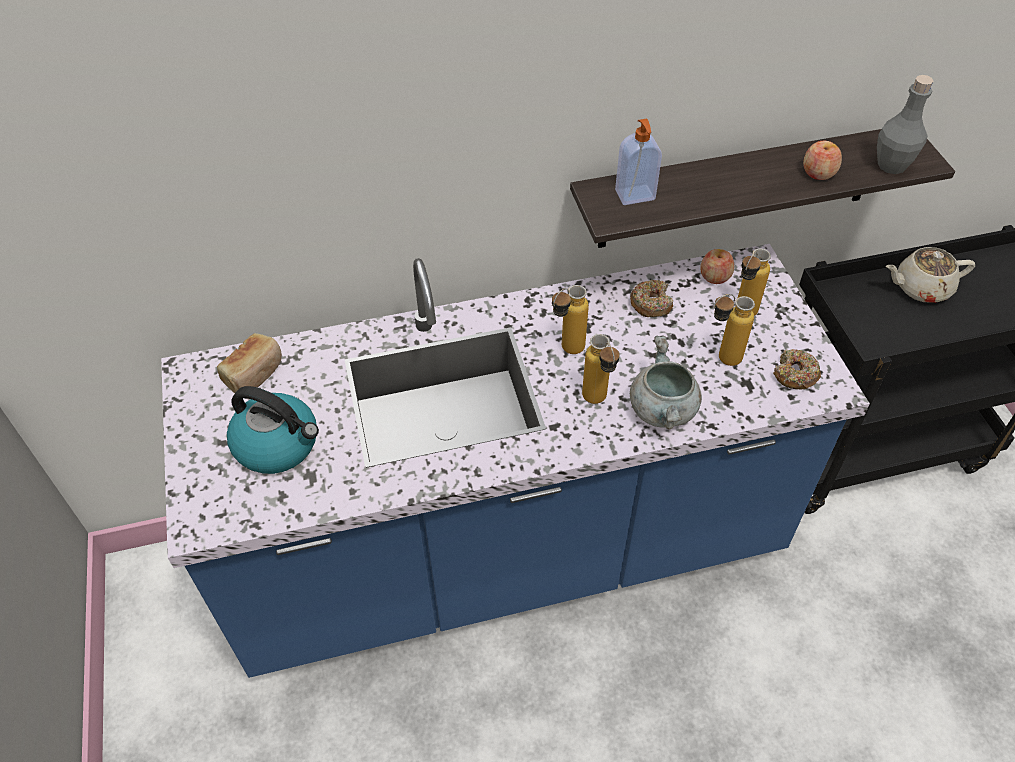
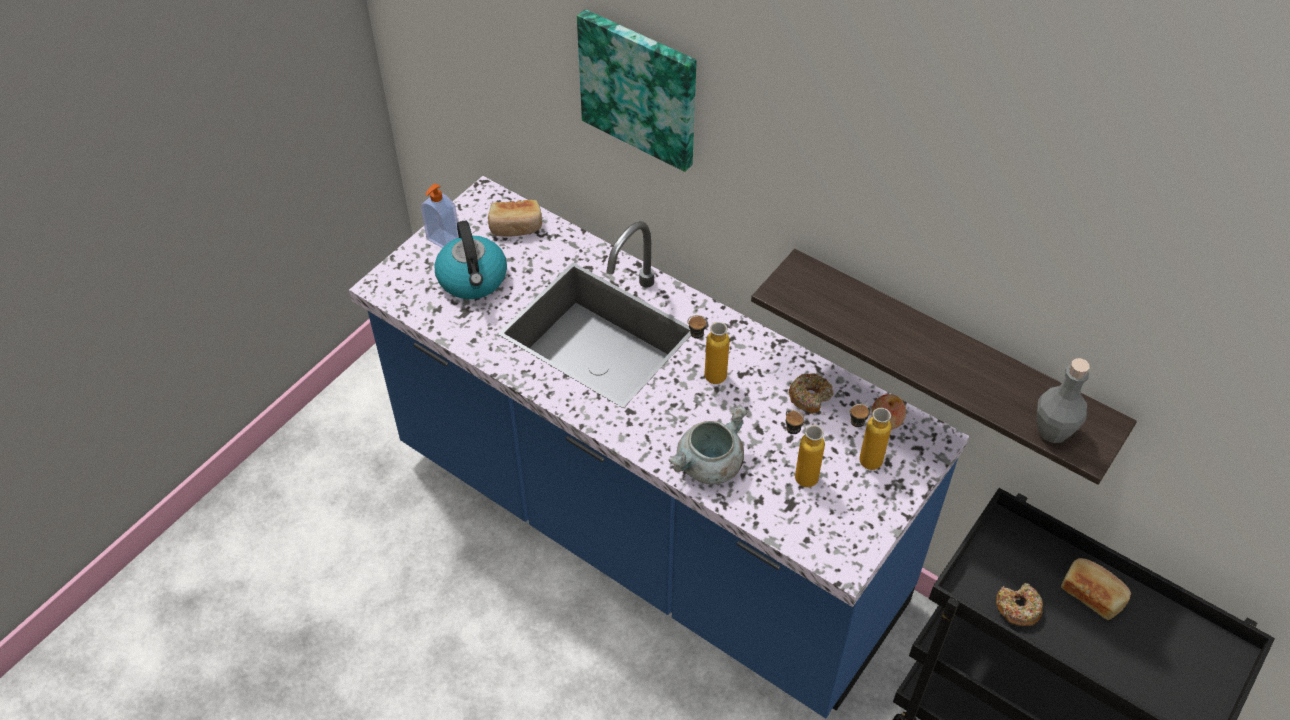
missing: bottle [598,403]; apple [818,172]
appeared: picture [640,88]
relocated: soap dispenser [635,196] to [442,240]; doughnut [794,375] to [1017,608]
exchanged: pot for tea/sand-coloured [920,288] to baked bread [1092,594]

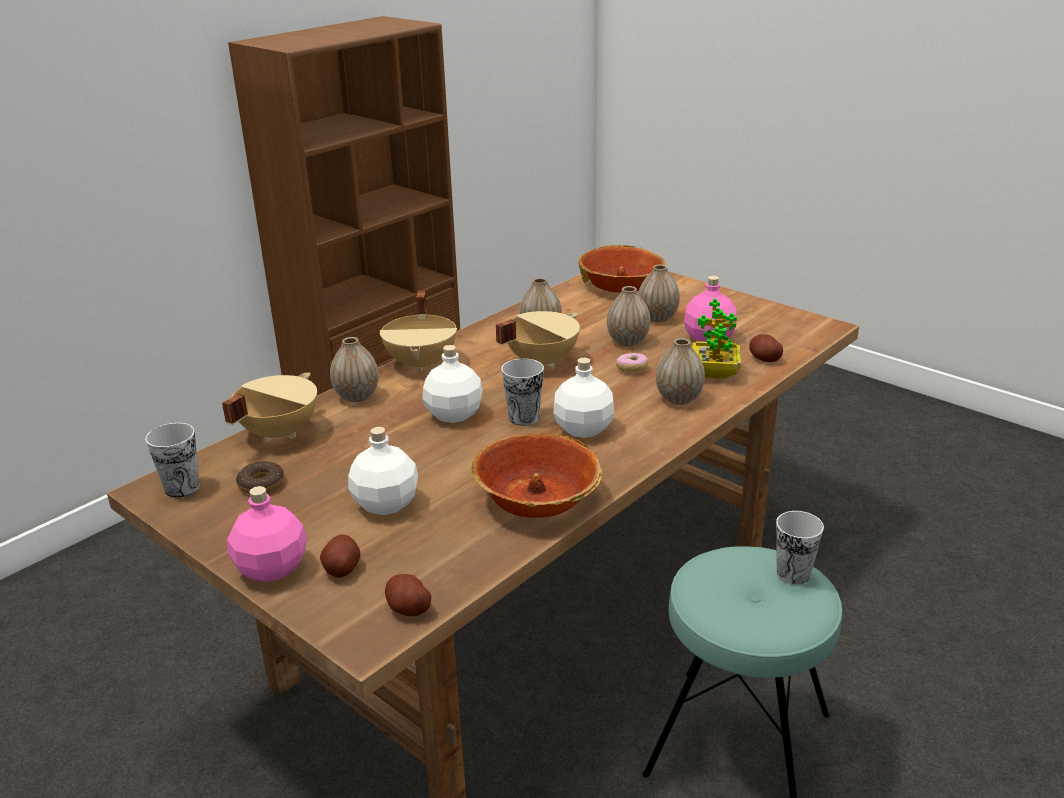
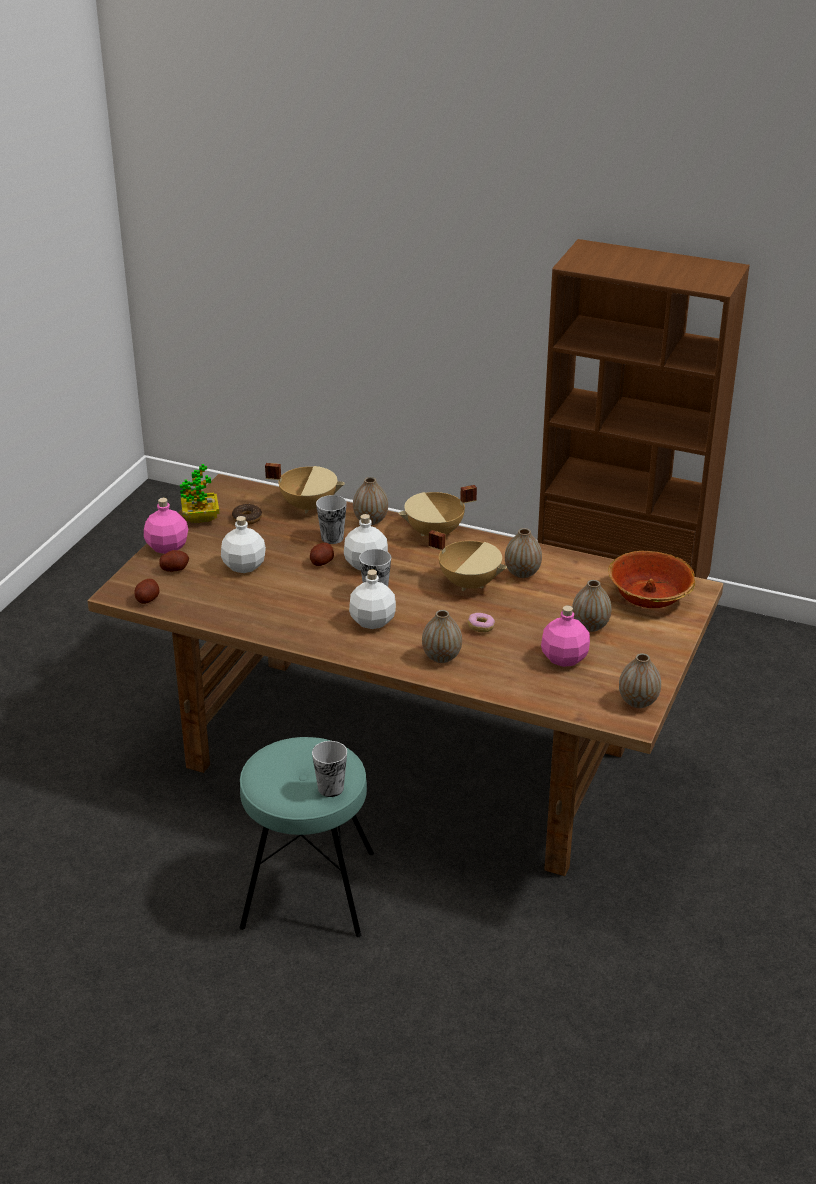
missing: serving bowl [537,499]
relocated: plant in a pot [714,373] to [201,518]; whole potato [764,359] to [321,562]; small cup [182,487] to [332,538]; vase [627,341] to [638,701]

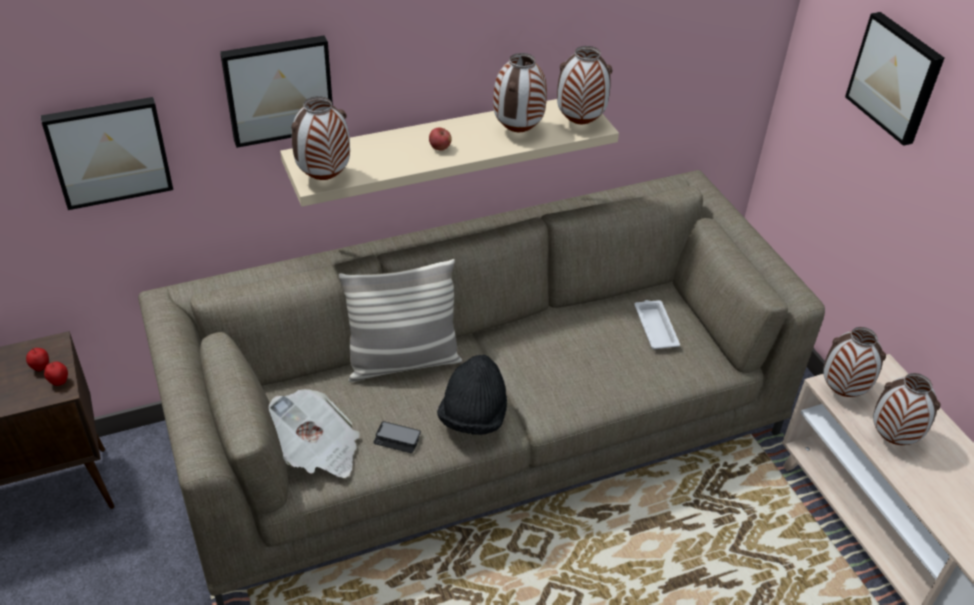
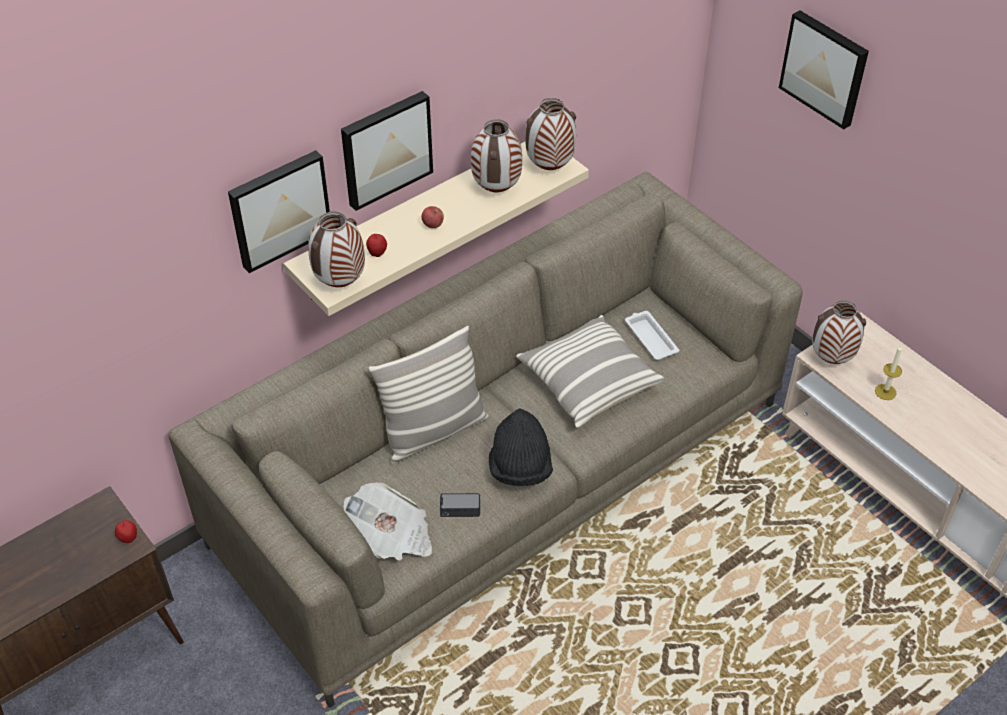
appeared: throw pillow [588,382]
relocated: picture [109,151] to [385,148]; apple [41,368] to [377,254]
exchanged: vase [893,438] to wax candle [885,392]

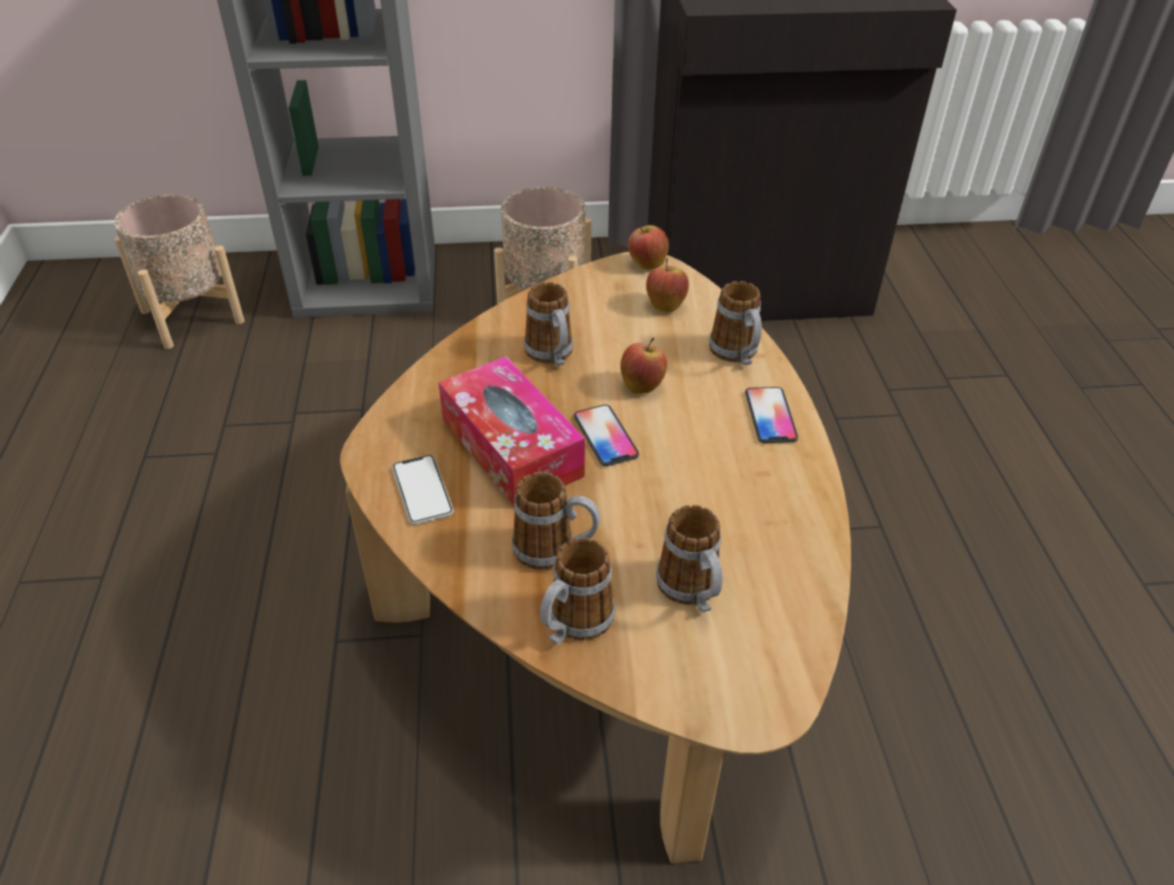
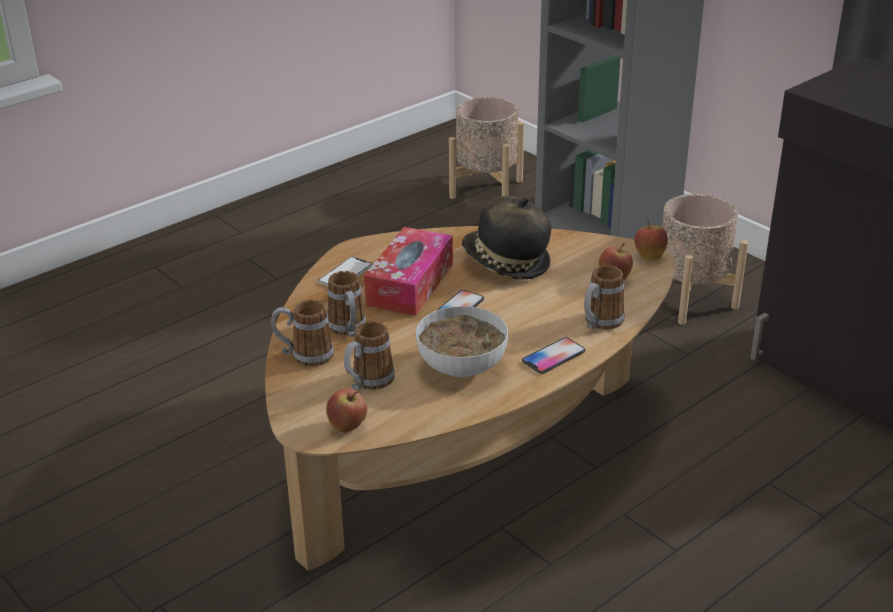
appeared: serving bowl [463,366]
relocated: apple [642,386] to [348,427]
exchanged: mug [552,356] to hat [505,263]

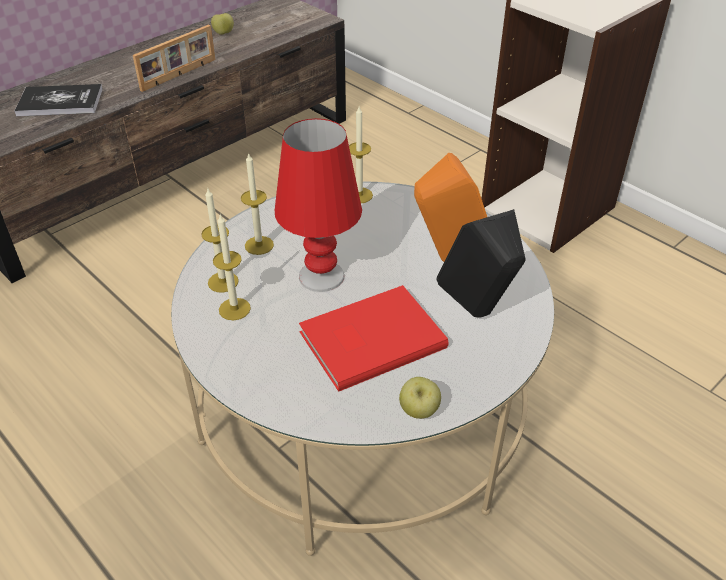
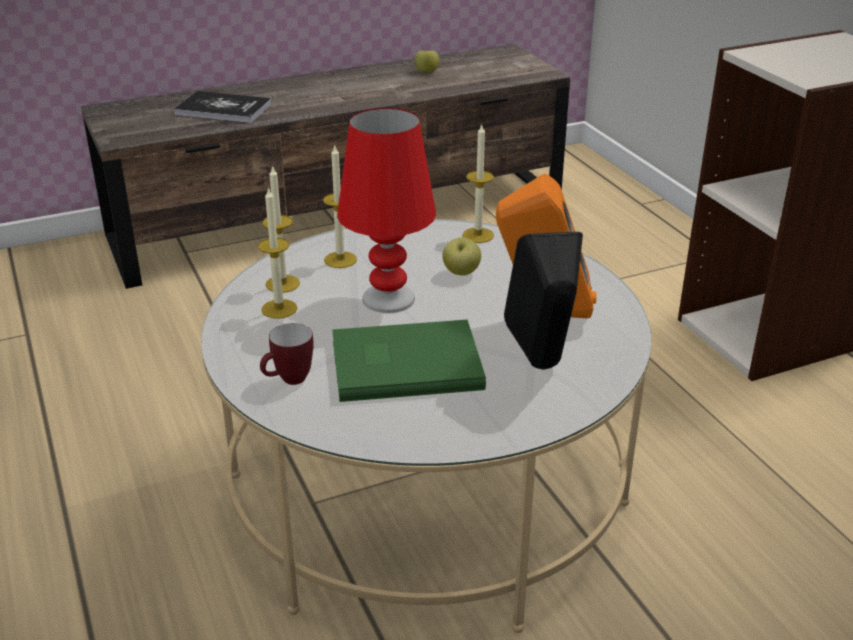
missing: photo frame [179,75]
appeared: mug [289,381]
relocated: apple [419,411] to [461,273]
colour: book/reddish [369,338] to book/green-coloured [403,363]

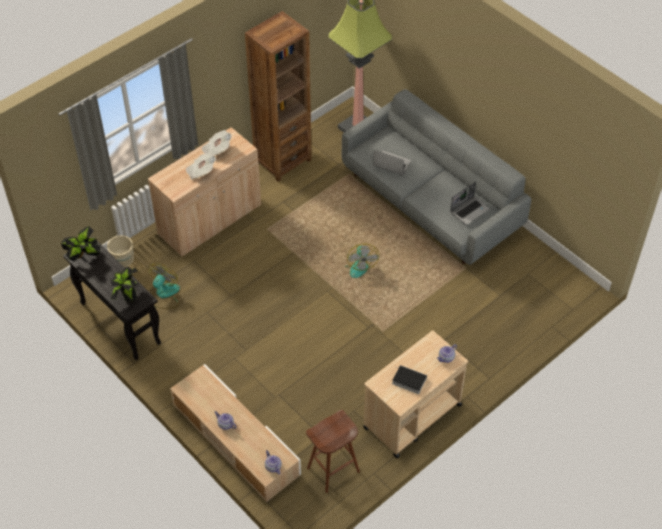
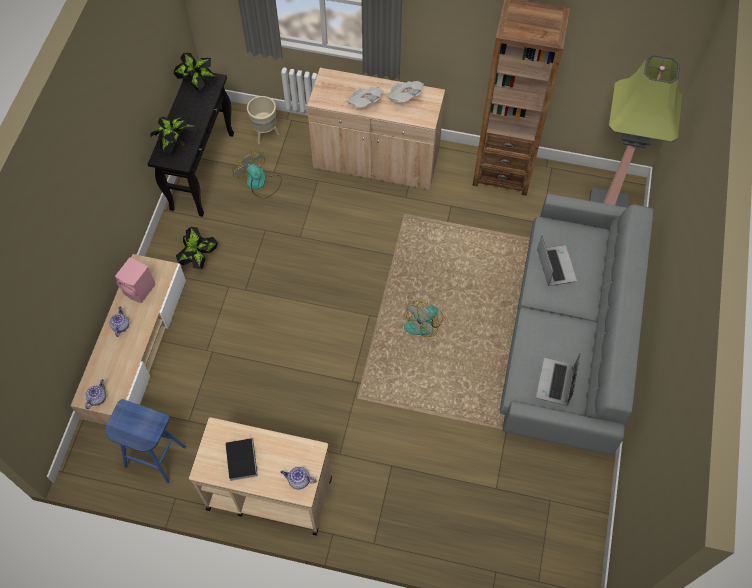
appeared: speaker/pink [140,290]; plant in a pot [199,259]
colour: stool seat/brown-coloured [333,470] to stool seat/blue [154,457]
spun: electric fan [164,294] = [260,183] 120 degrees counterclockwise; portable computer [469,210] = [556,383] 90 degrees clockwise

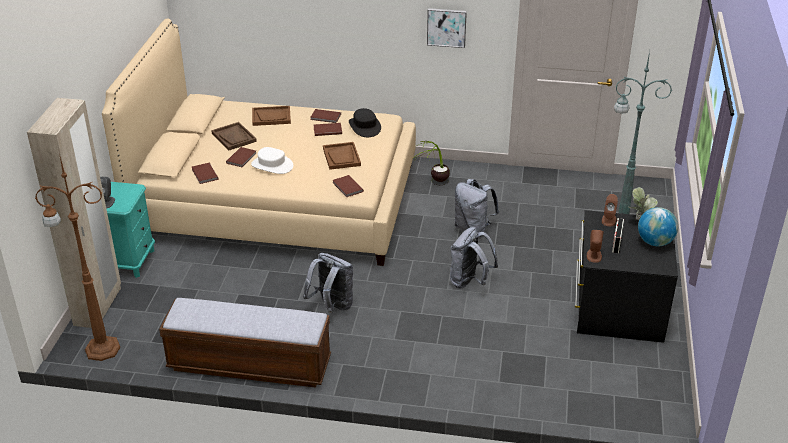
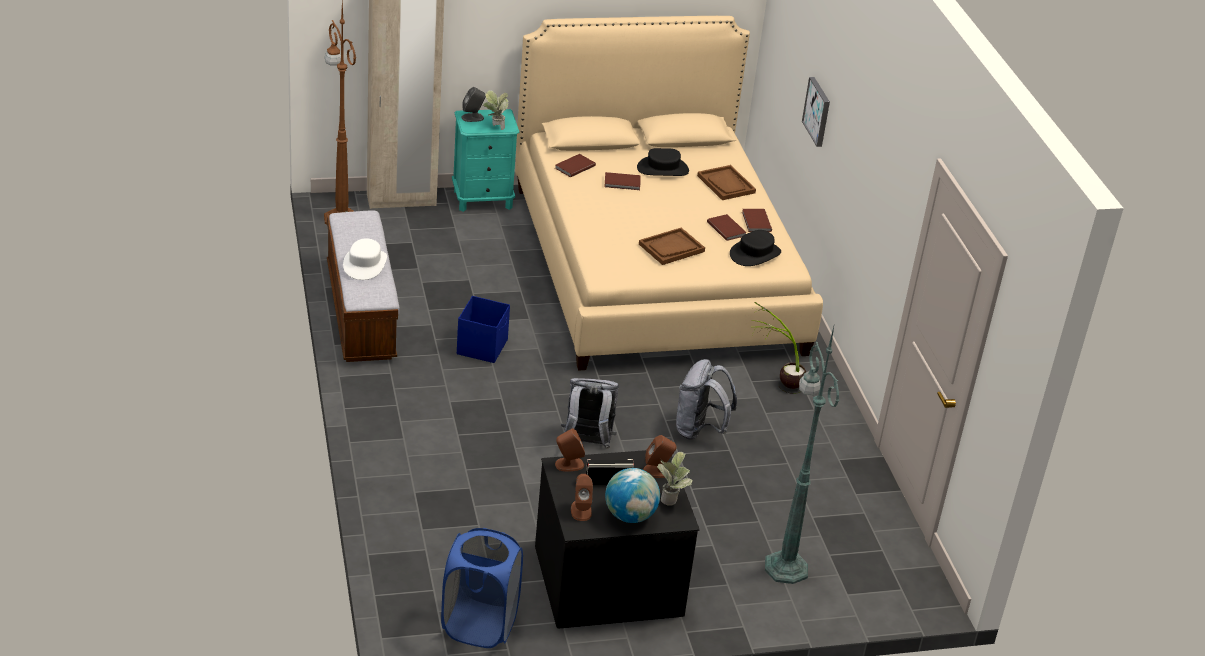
missing: book/brown-coloured [347,187]
appeared: washing basket/blue [479,625]; plant in a pot [495,127]; speaker/brown-coloured [581,510]
relocated: hat/white [272,165] to [365,264]; picture [446,27] to [818,111]
exchanged: backpack/greyish [332,306] to storage box/blue [482,347]; carrying tray/brown-coloured [234,137] to hat/blackish [662,169]

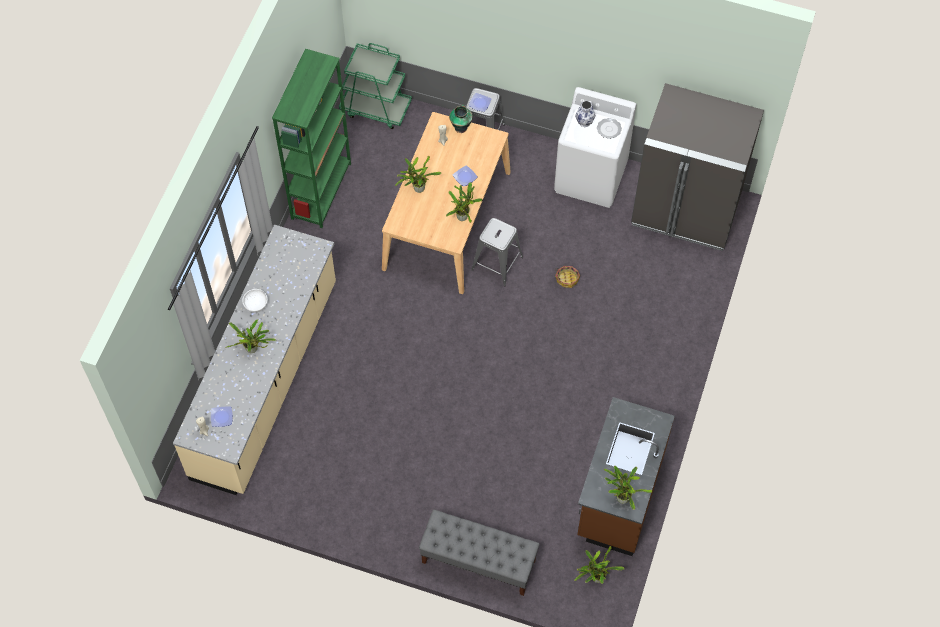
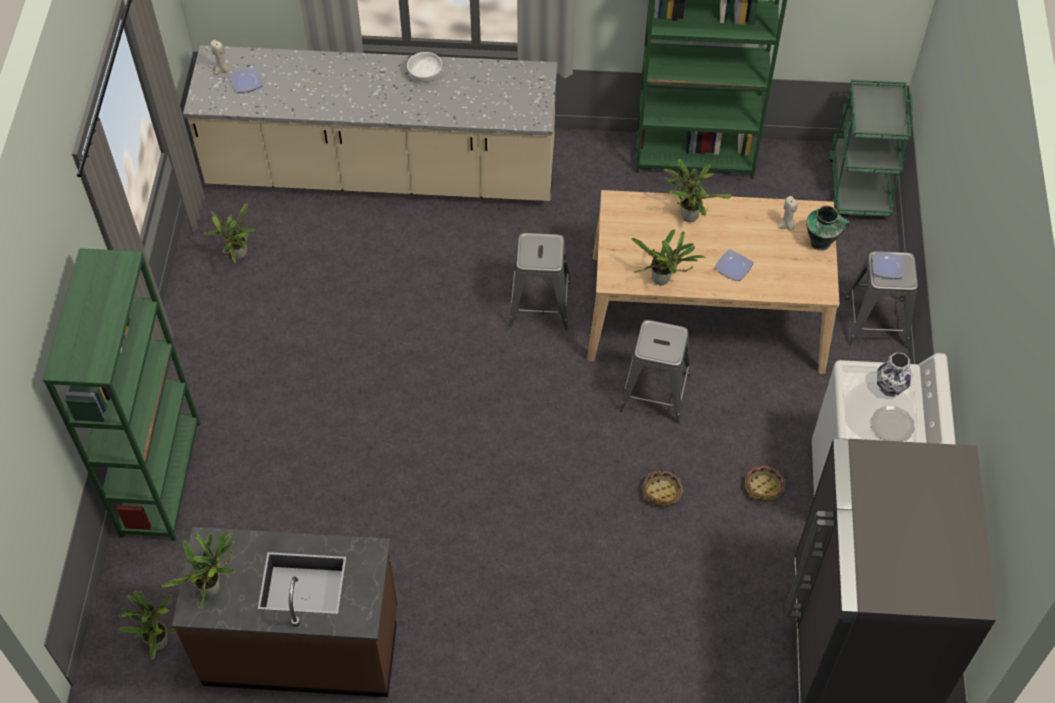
appeared: stool seat/greyish [540,304]; basket [763,487]
relocated: plant in a pot [253,349] to [238,256]
exchanged: indoor bench/greyish [478,561] to shelving unit/green-coloured [161,478]

